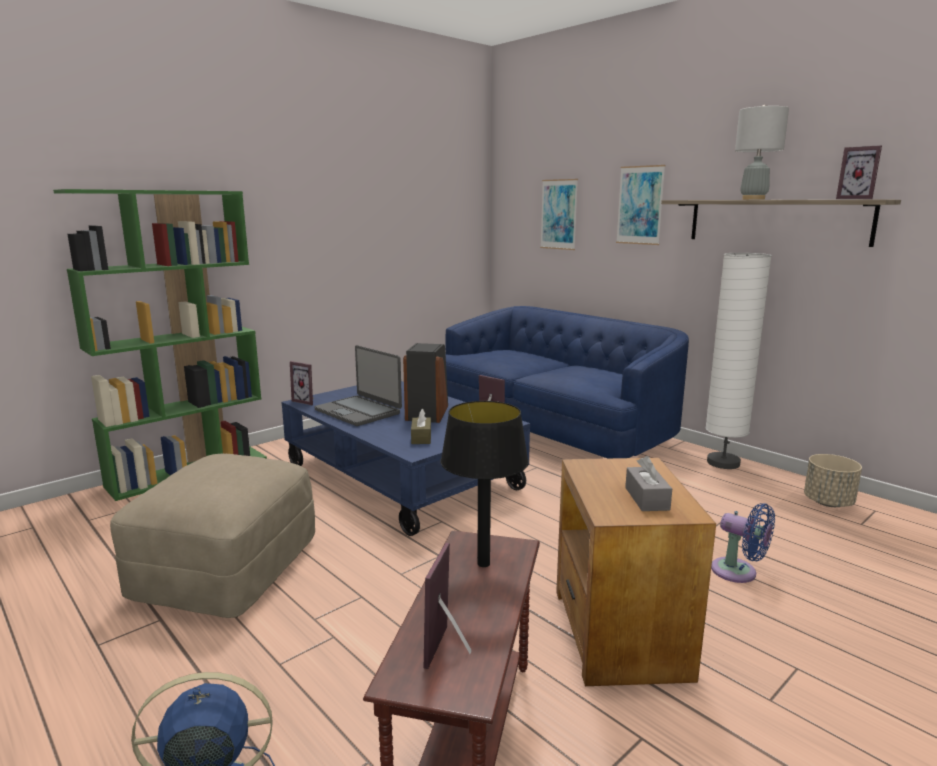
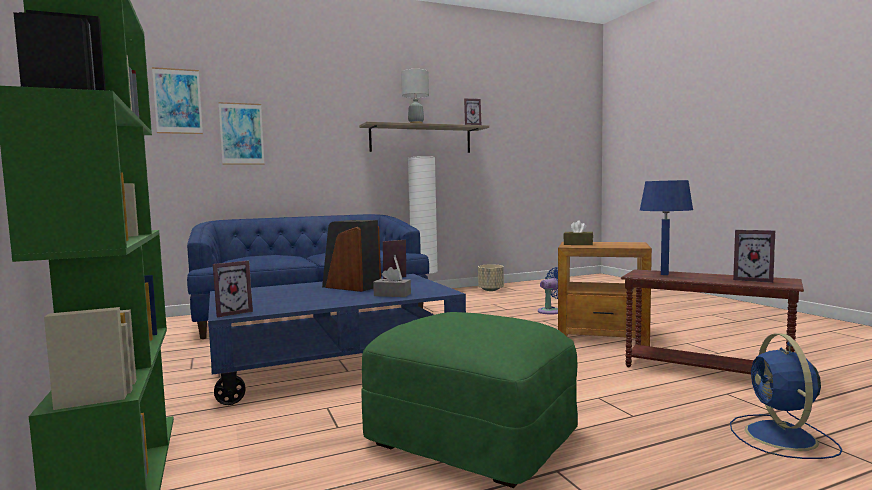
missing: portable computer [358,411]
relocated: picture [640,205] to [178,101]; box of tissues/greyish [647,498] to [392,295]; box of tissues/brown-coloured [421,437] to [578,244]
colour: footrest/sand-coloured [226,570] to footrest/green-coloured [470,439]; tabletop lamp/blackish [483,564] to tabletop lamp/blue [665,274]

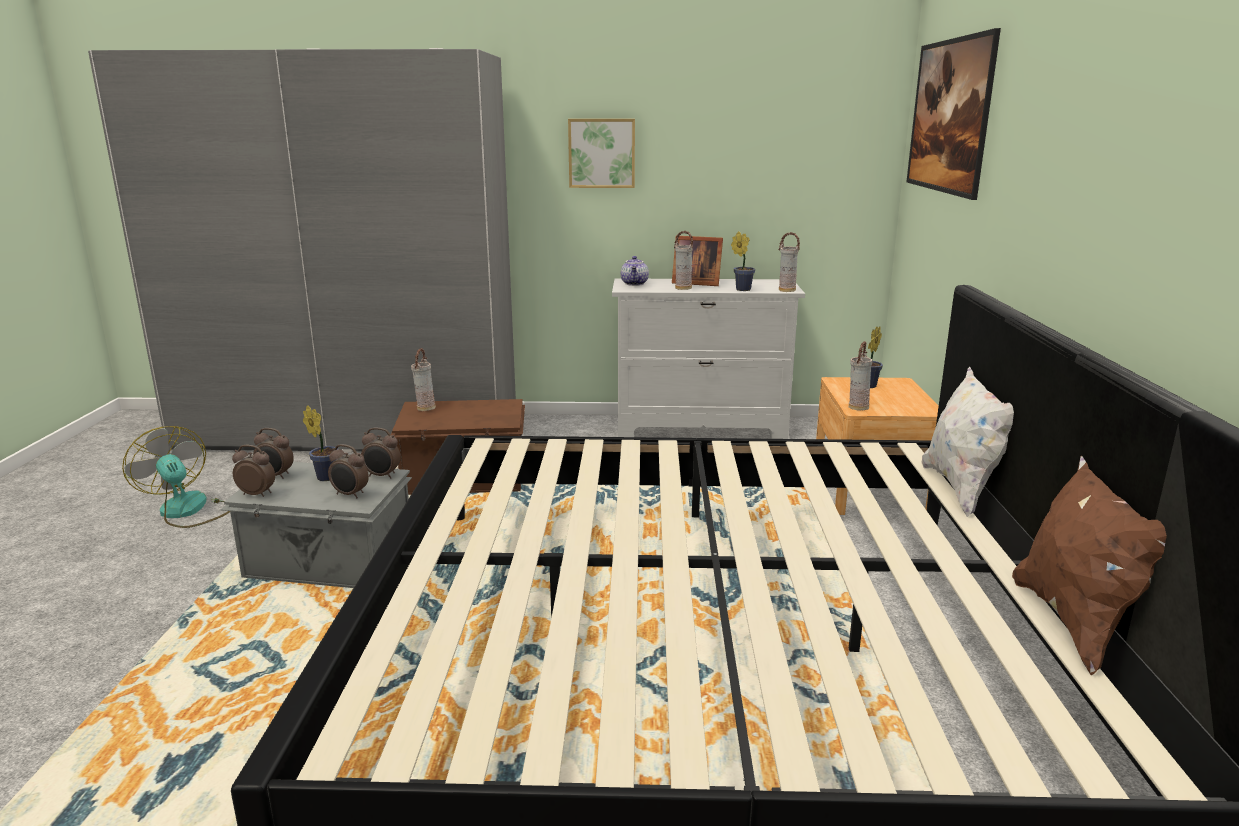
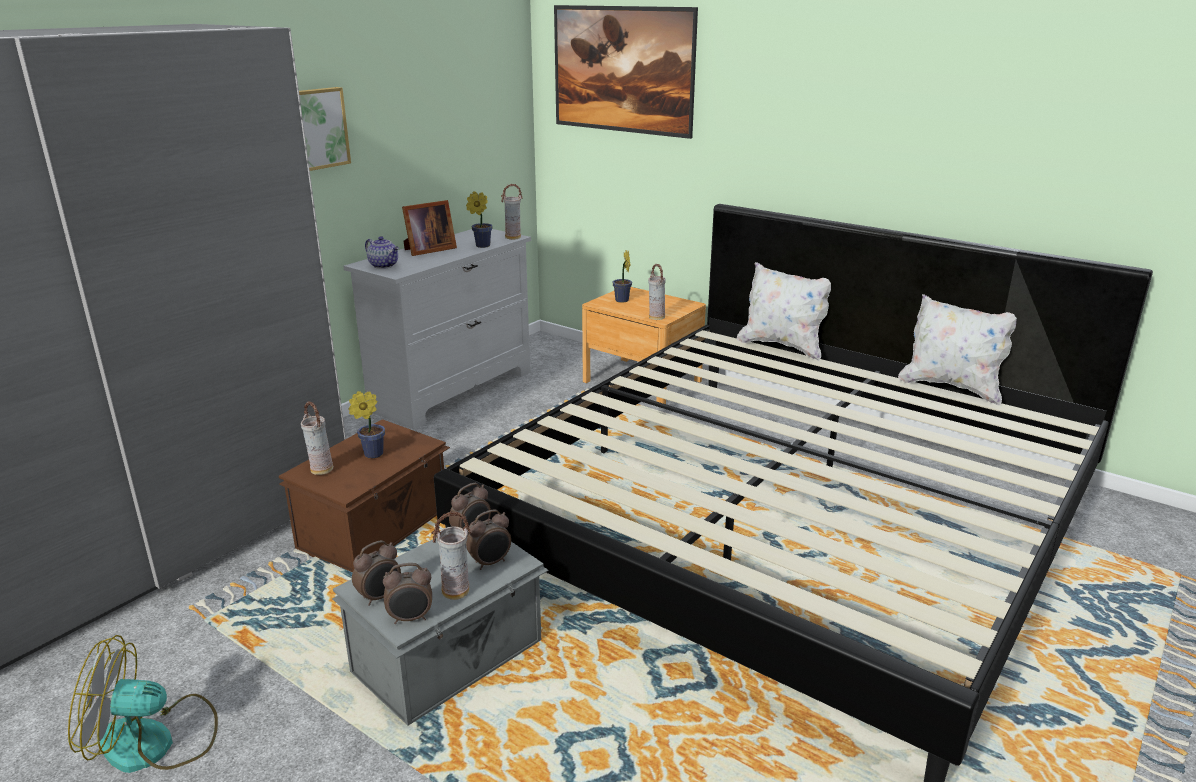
relocated: plant in a pot [325,477] to [371,454]; vase [683,288] to [456,592]
colour: throw pillow/brown-coloured [1075,622] to throw pillow/white [951,387]
spun: alarm clock [257,494] = [410,619] 150 degrees counterclockwise

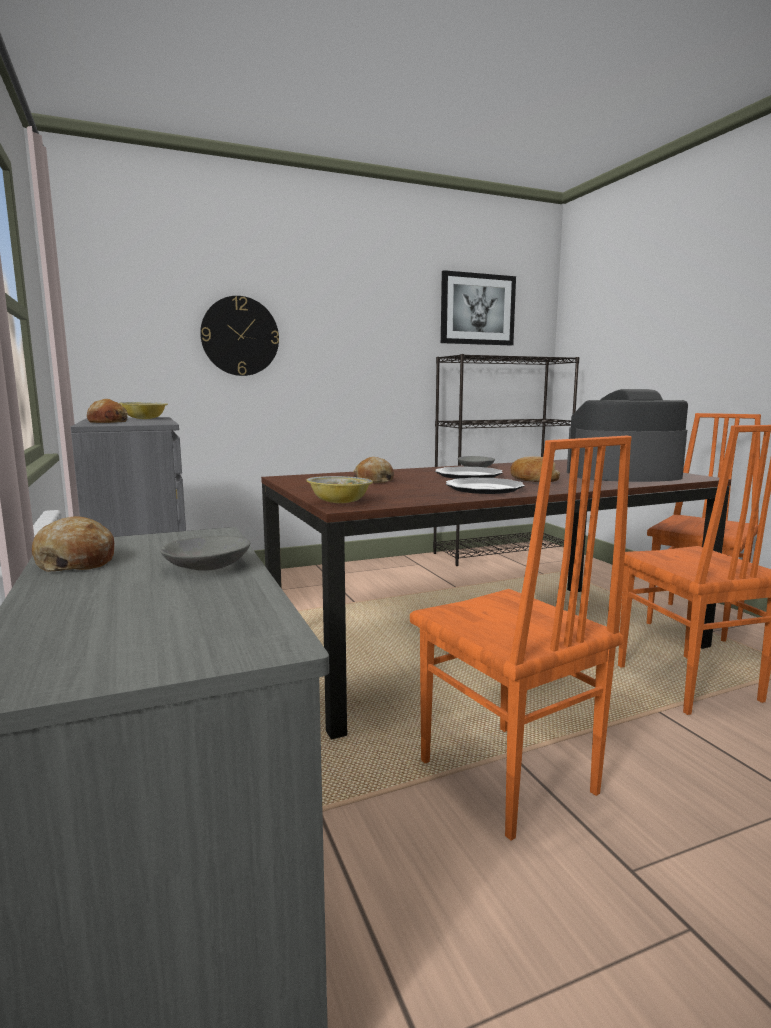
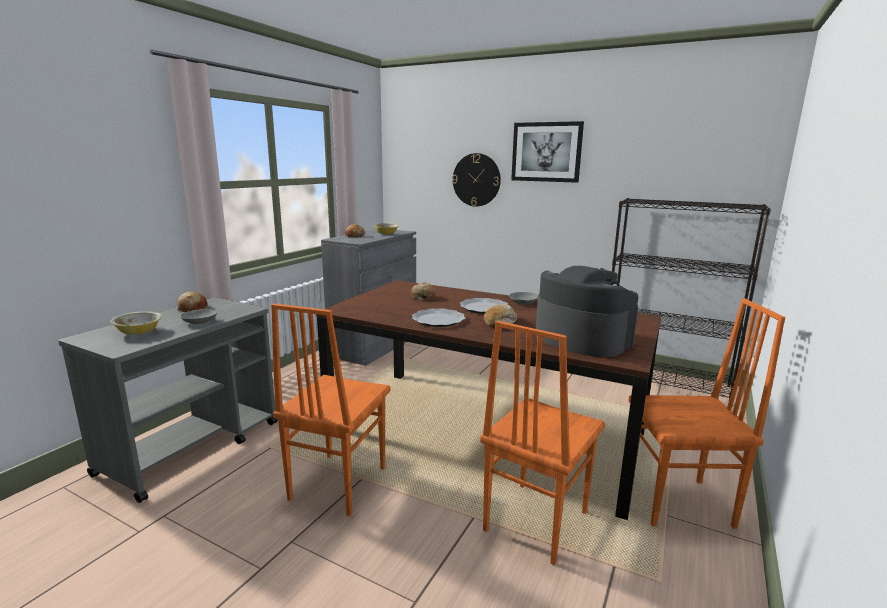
relocated: serving bowl [340,502] to [139,332]; picture [477,309] to [546,152]

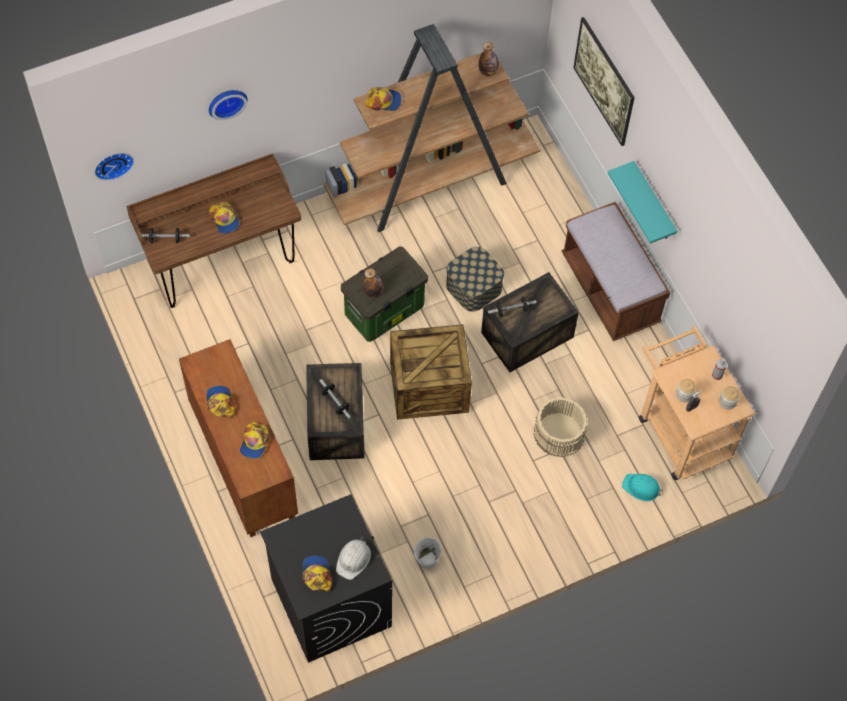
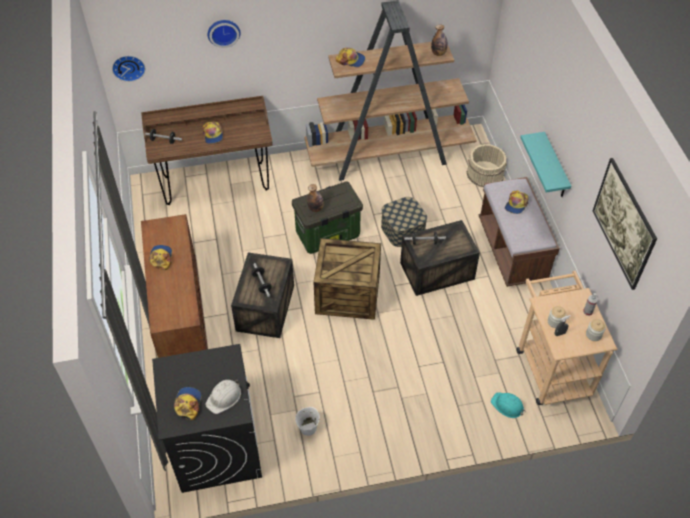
relocated: pail/sand-coloured [558,433] to [484,173]; cap [254,442] to [516,204]; picture [602,93] to [619,236]

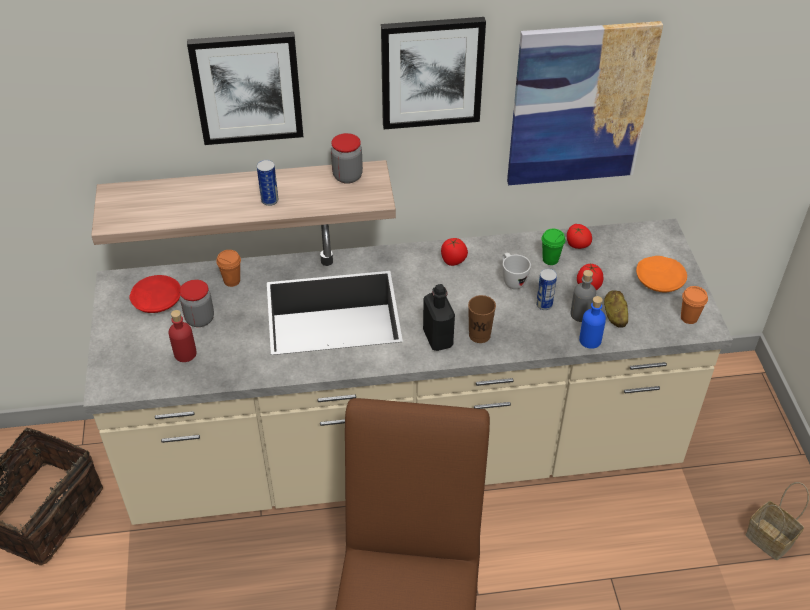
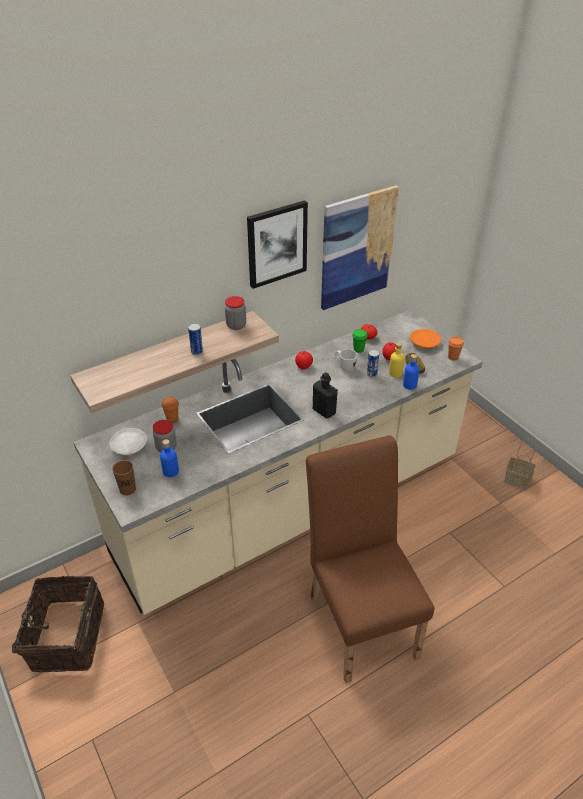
missing: picture [247,87]
relocated: small cup/brown-coloured [479,335] to [127,489]
colour: dinner plate/reddish [157,300] to dinner plate/white [129,446]; bottle/reddish [185,354] to bottle/blue [171,471]; bottle/greyish [581,314] to bottle/yellowish [395,373]

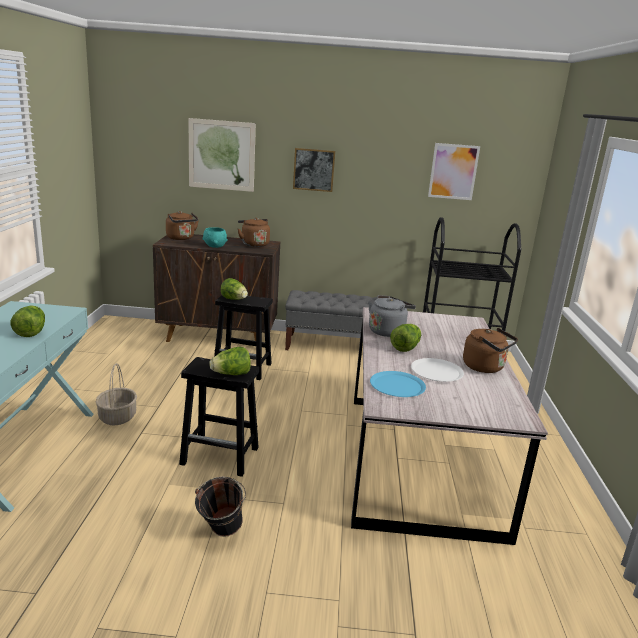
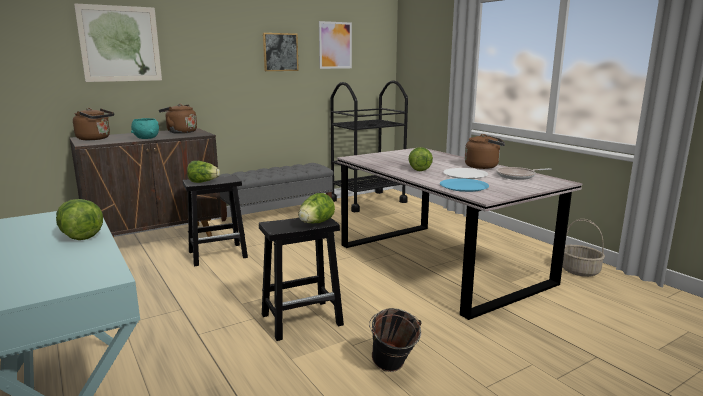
missing: kettle/greyish [387,331]
appeared: frying pan [518,176]
relocated: picture [314,169] to [280,52]; basket [118,417] to [579,271]

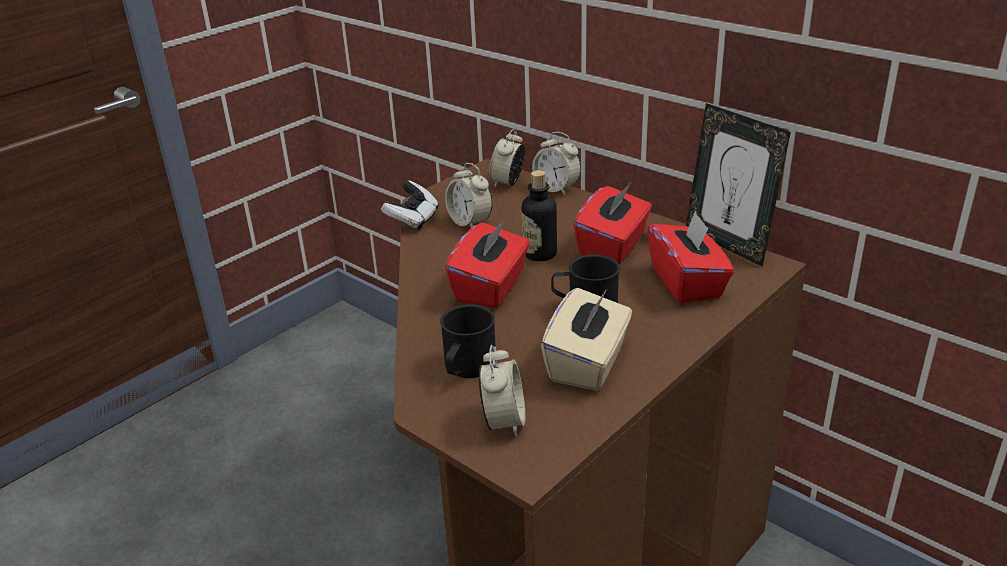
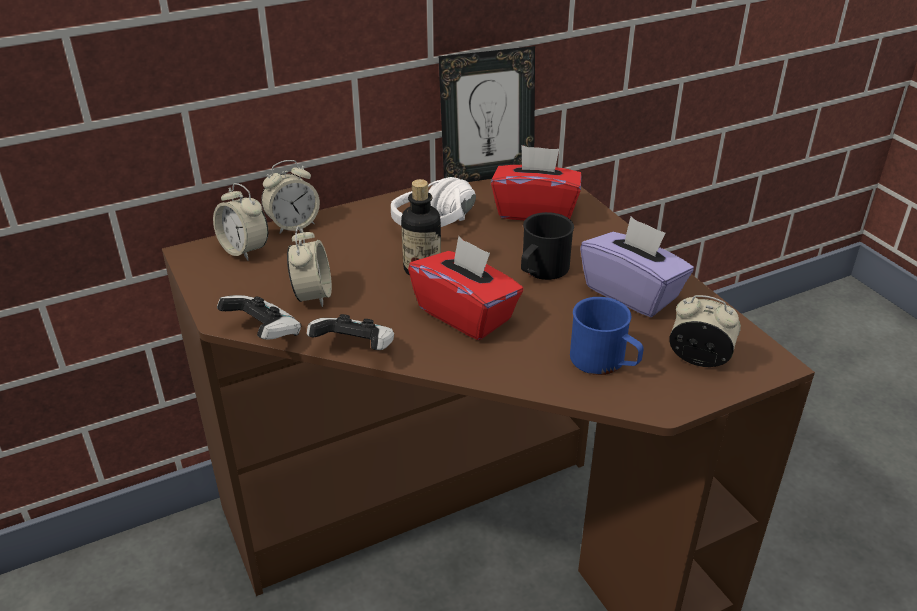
appeared: gamepad [355,350]
exchanged: box of tissues/reddish [613,247] to headset/white [444,227]
colour: mug/blackish [466,368] to mug/blue [604,362]; box of tissues/sand-coloured [588,364] to box of tissues/purplish [632,292]
spun: alarm clock [470,222] = [312,295] 75 degrees counterclockwise

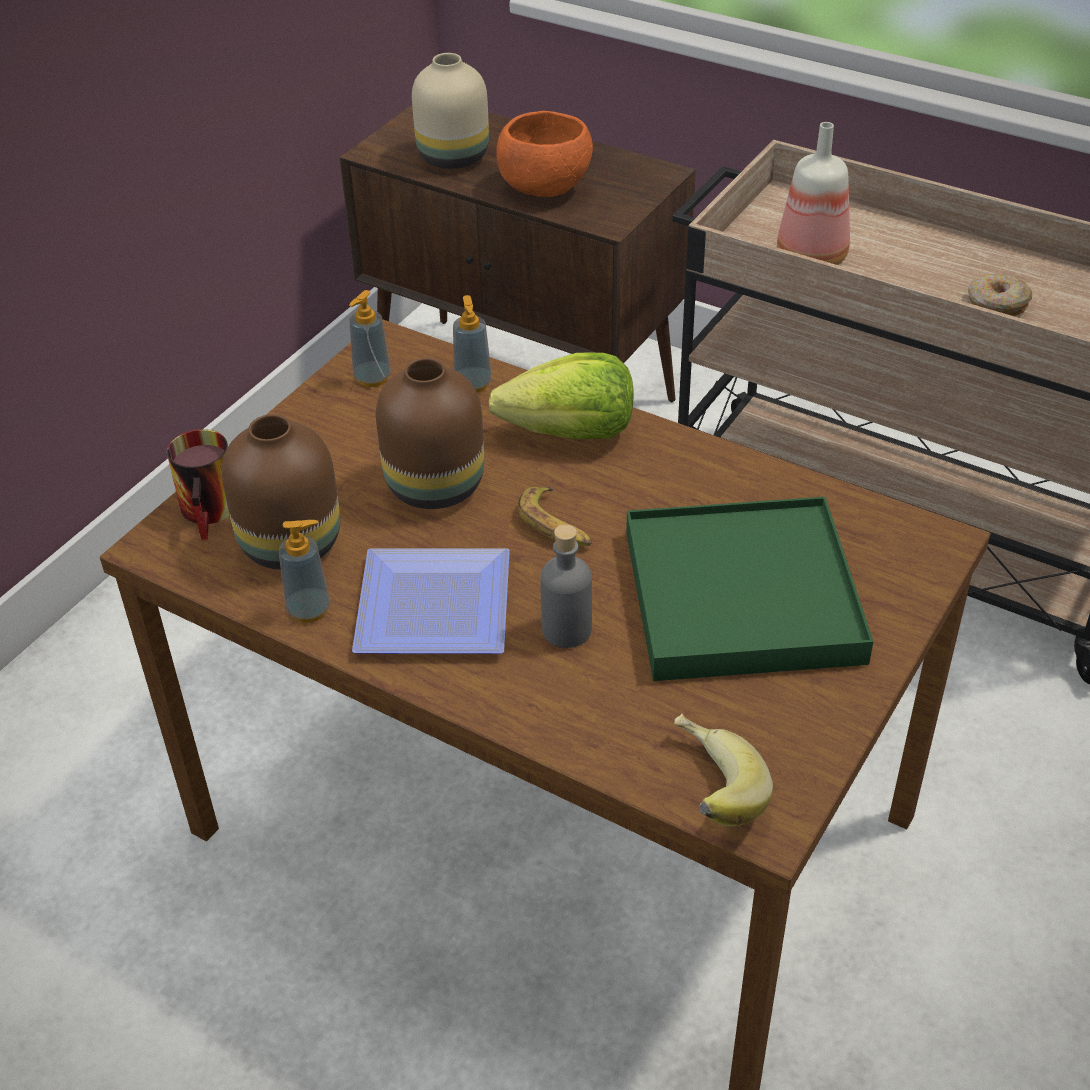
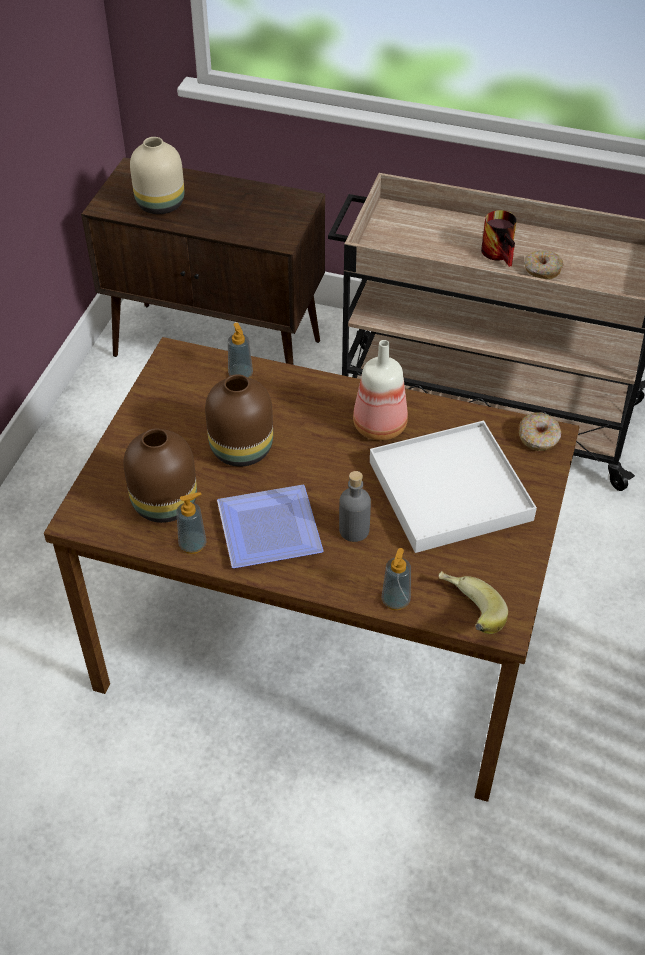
missing: head of lettuce [571,433]; serving bowl/orange-coloured [543,188]; whole banana [555,526]
appeared: doughnut [538,438]
relocated: bottle [810,257] to [378,425]; soap dispenser [372,378] to [395,600]; mug [214,511] to [501,253]
colour: carrying tray/green-coloured [742,595] to carrying tray/white [450,490]

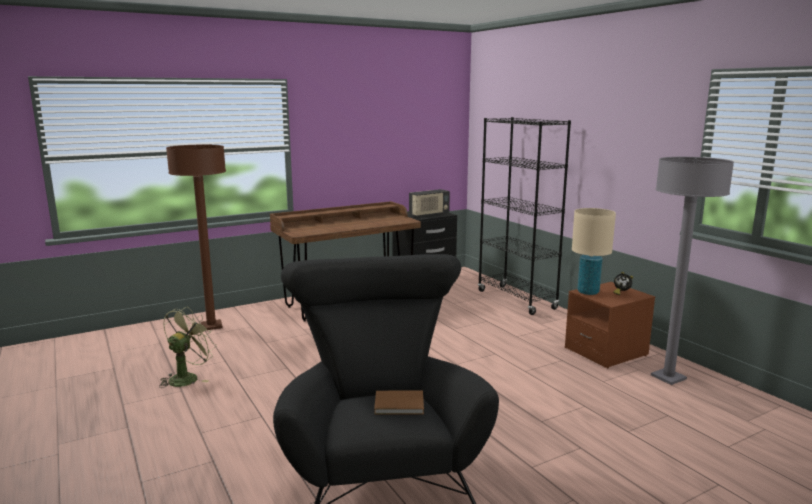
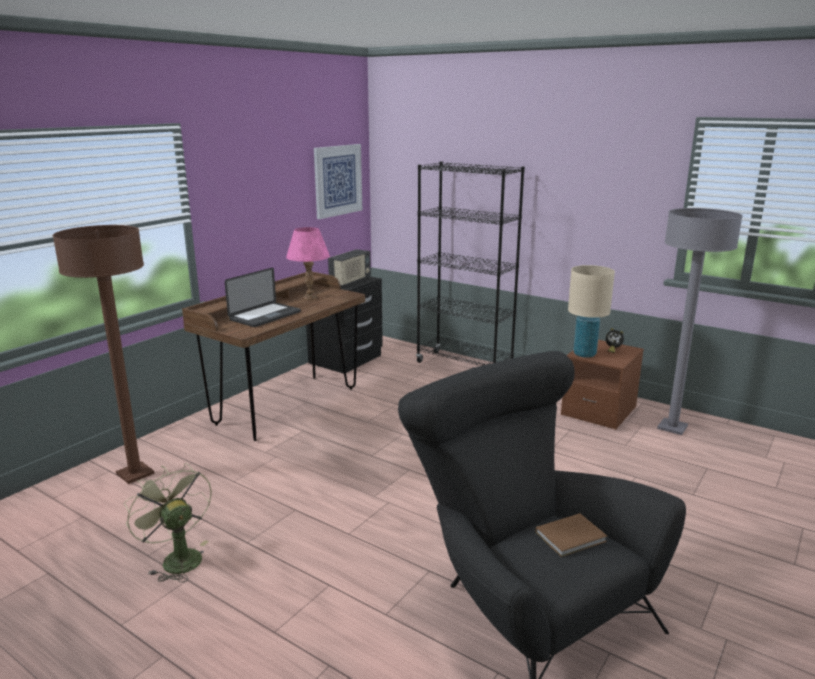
appeared: portable computer [265,316]; tabletop lamp/pink [310,298]; picture [338,180]
spun: electric fan/green-coloured [187,377] = [177,558] 45 degrees counterclockwise

